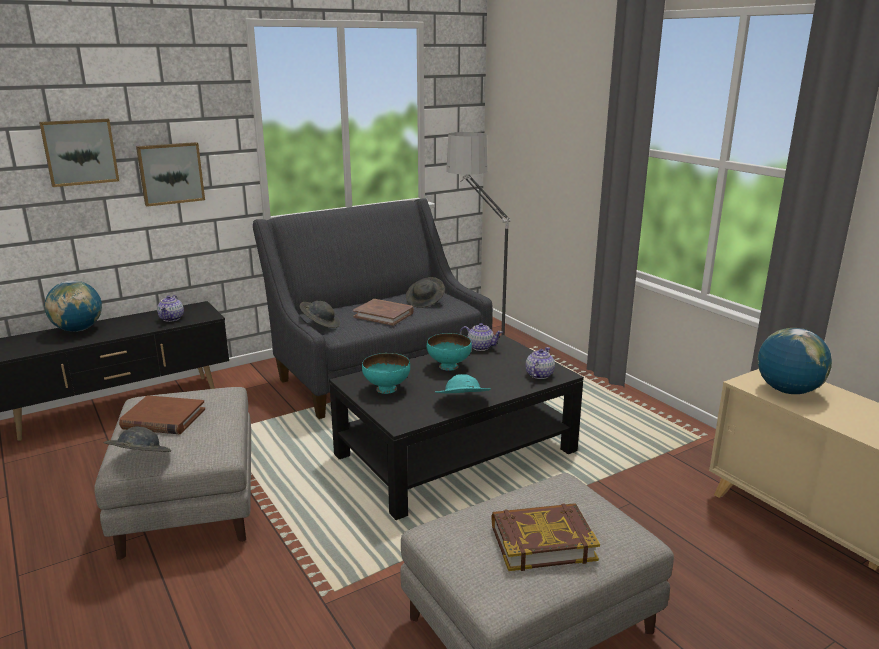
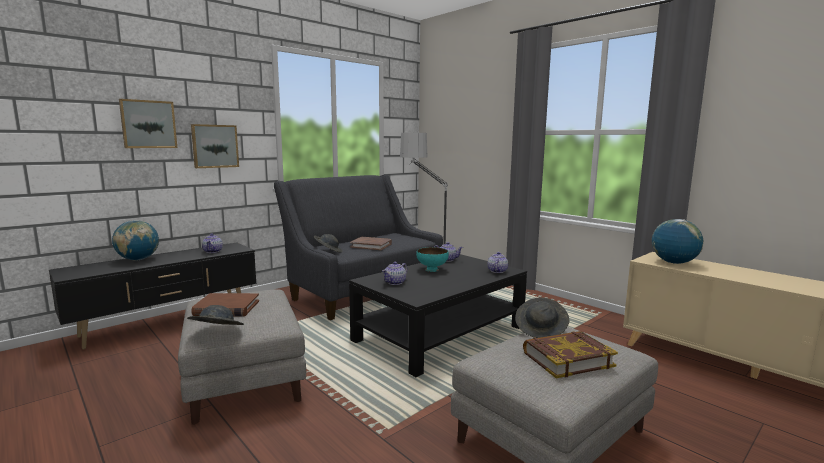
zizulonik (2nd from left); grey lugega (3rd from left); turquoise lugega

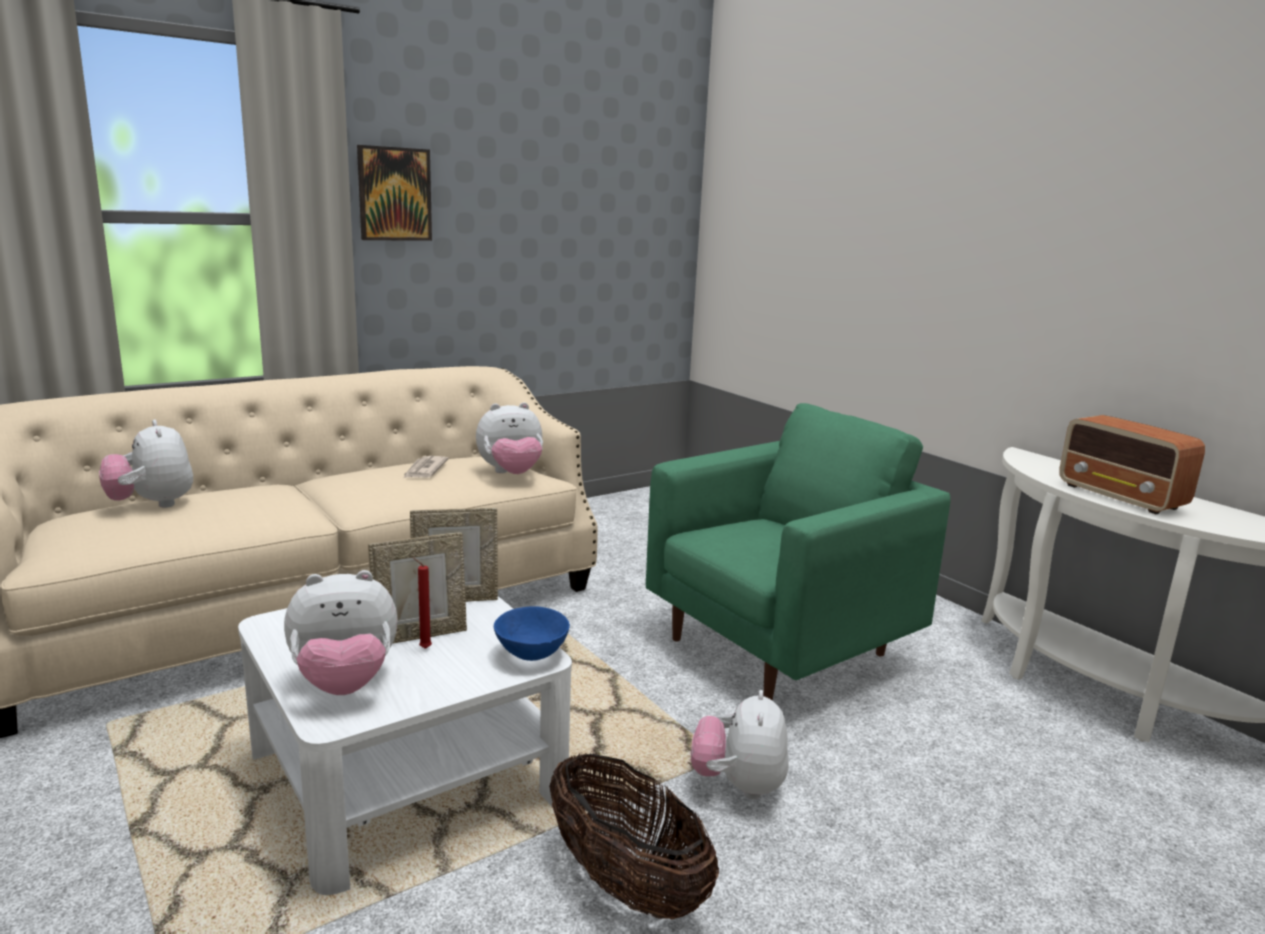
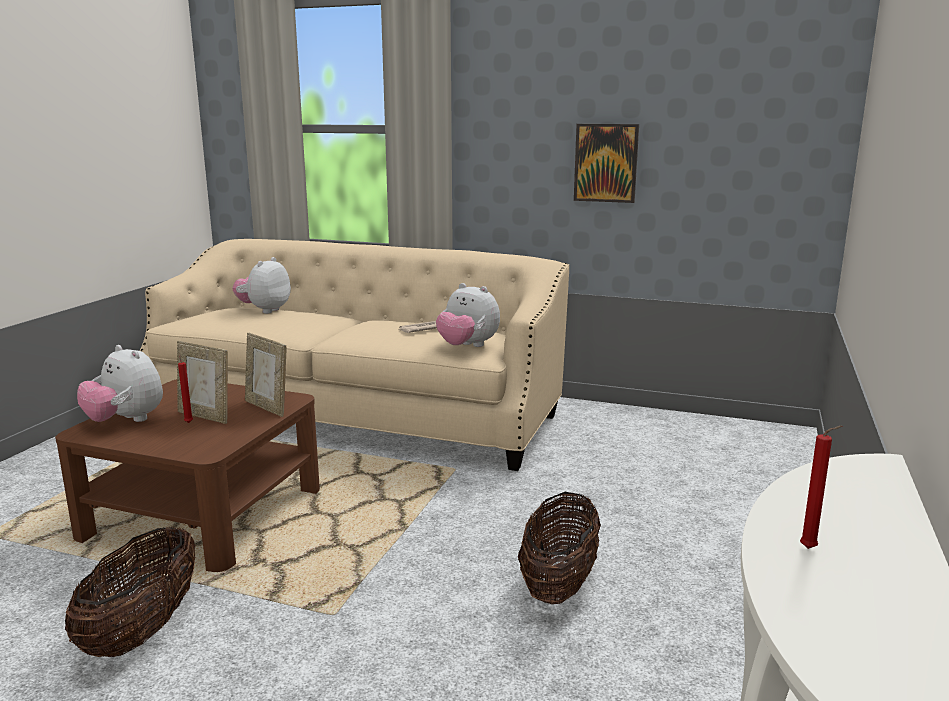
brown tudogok; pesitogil; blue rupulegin; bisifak (2nd from left); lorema (4th from left in the first image); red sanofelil (2nd from left)

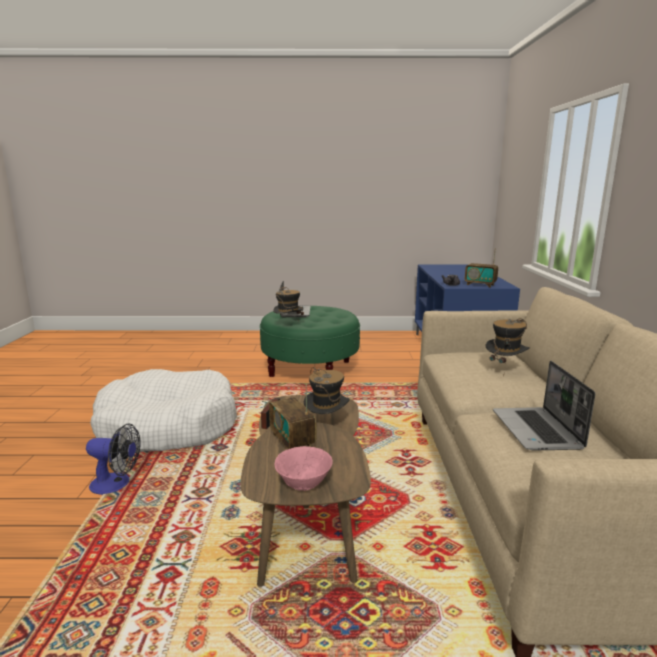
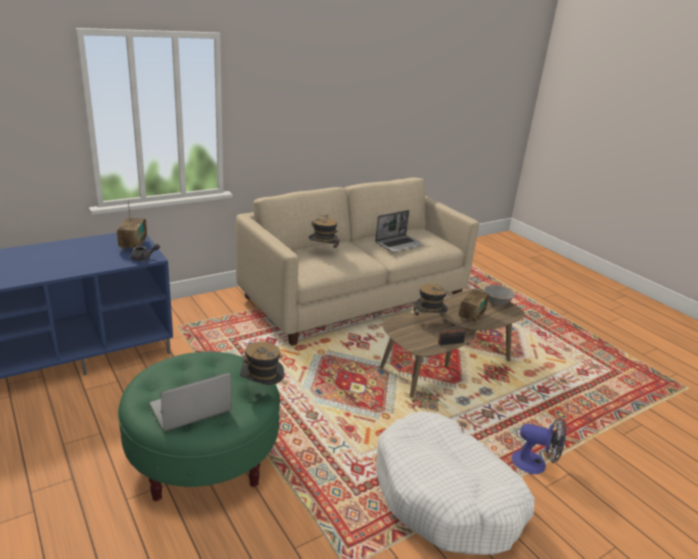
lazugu; grey rupulegin

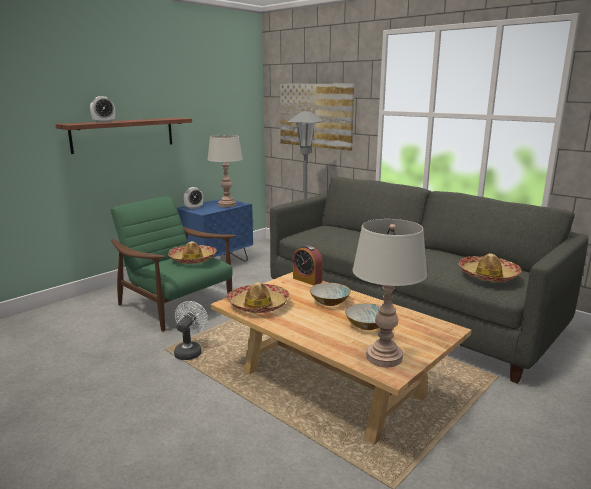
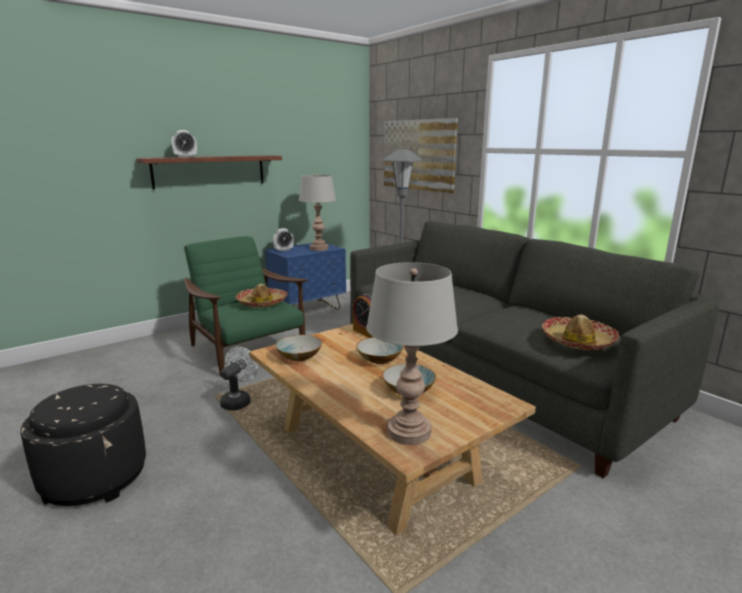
rupulegin (1st from left); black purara

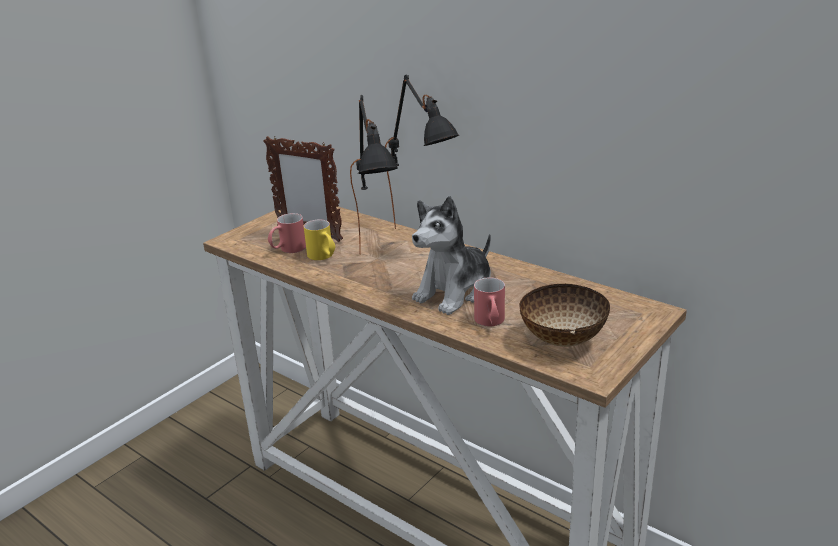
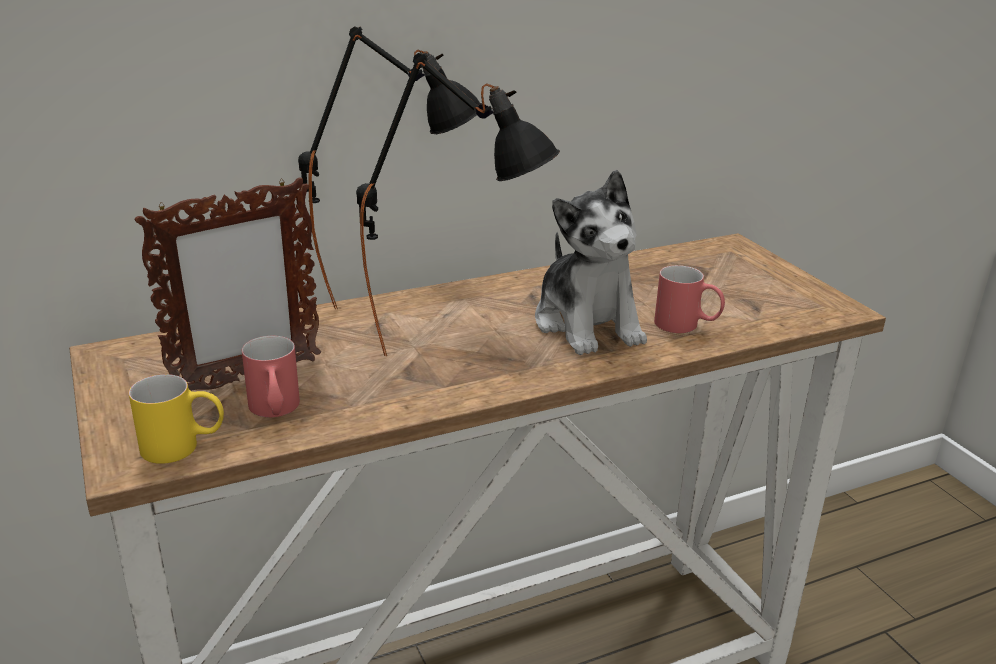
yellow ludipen; rupulegin

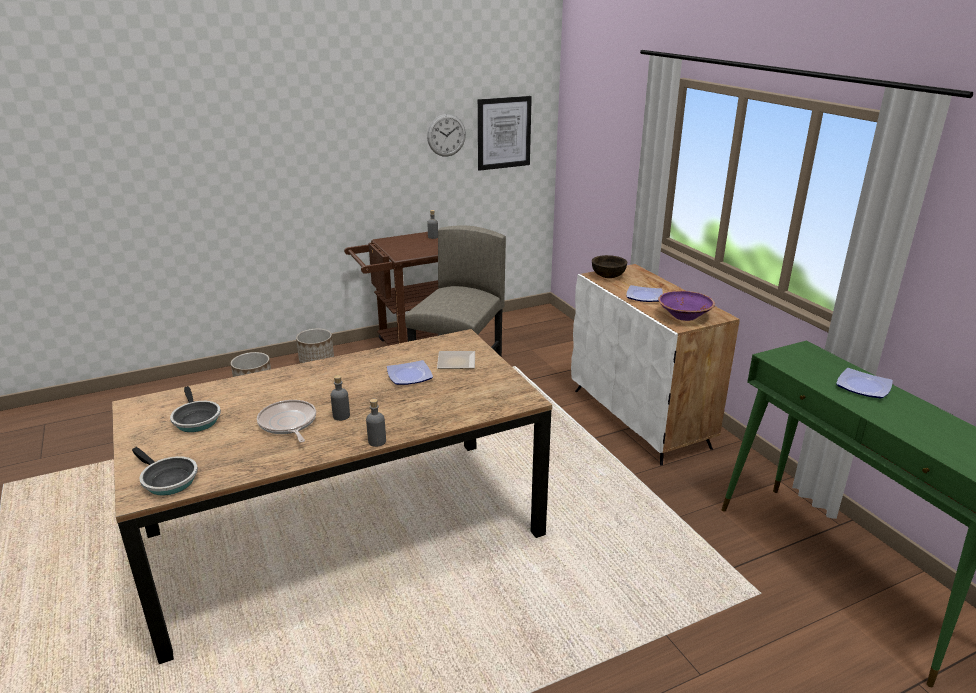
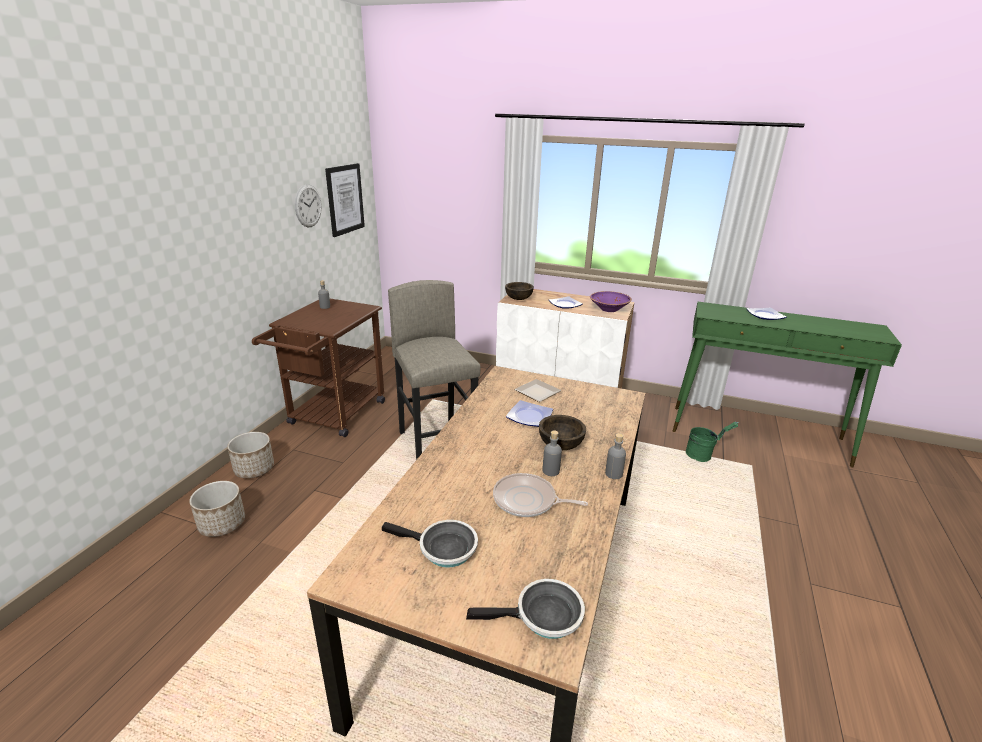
brown rupulegin (2nd from left); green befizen

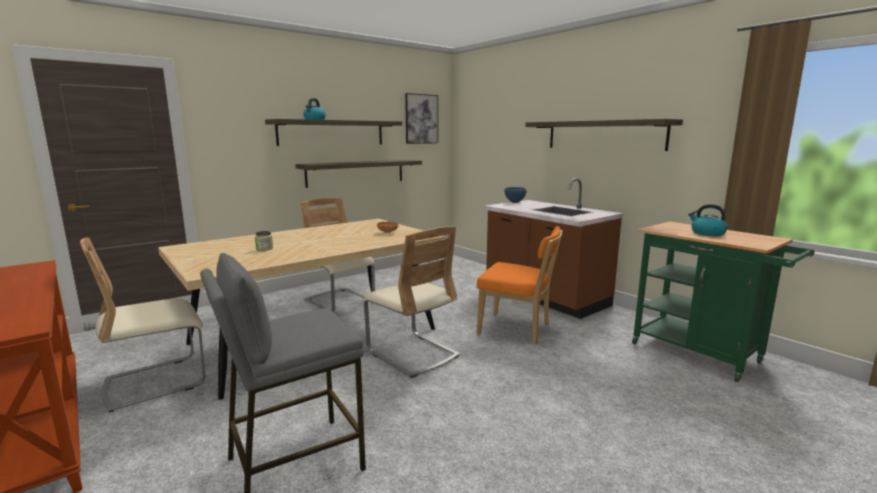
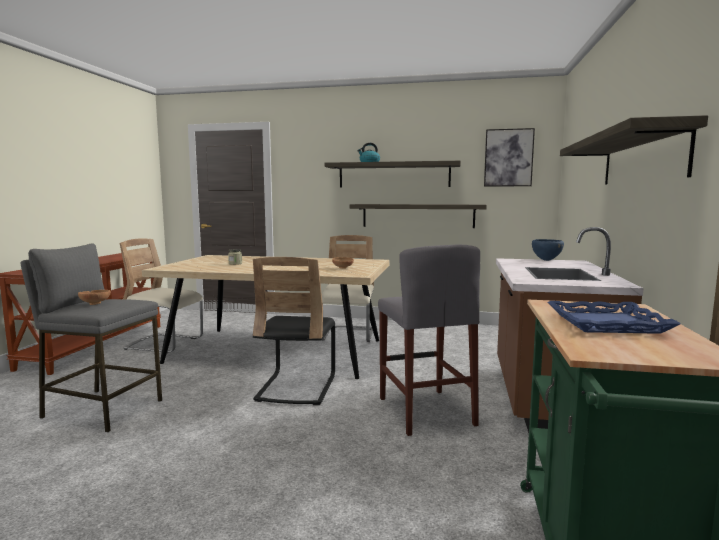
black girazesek; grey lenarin (2nd from left); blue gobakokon; brown rupulegin (1st from left)

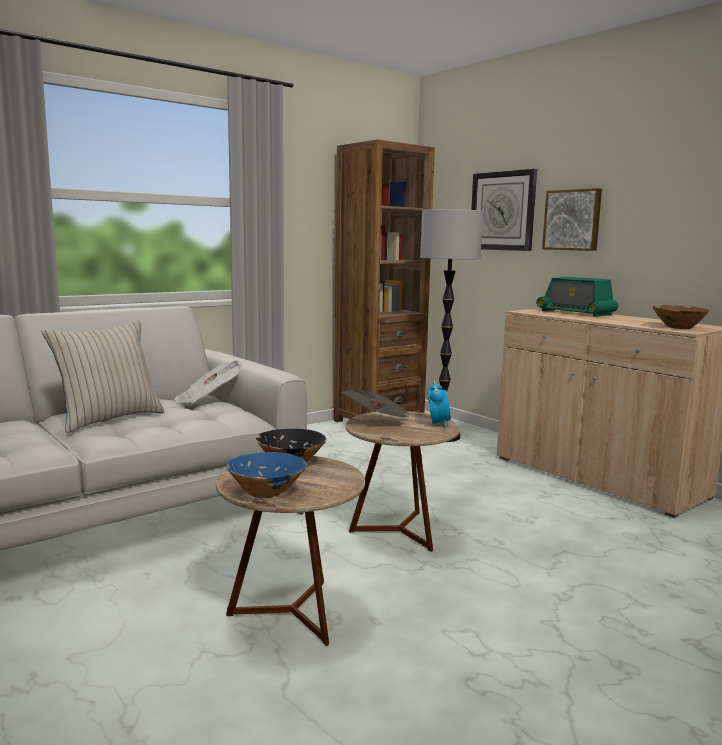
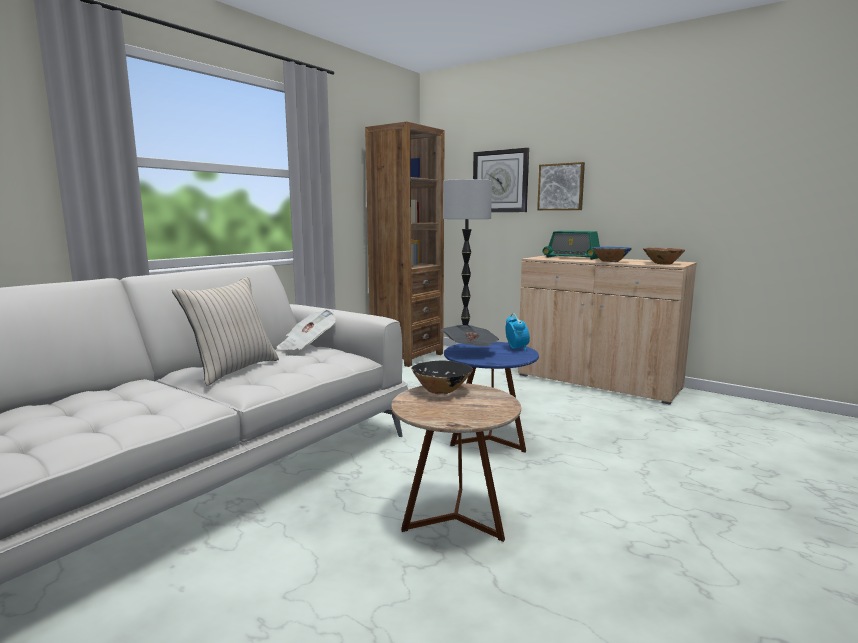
blue rupulegin; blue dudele

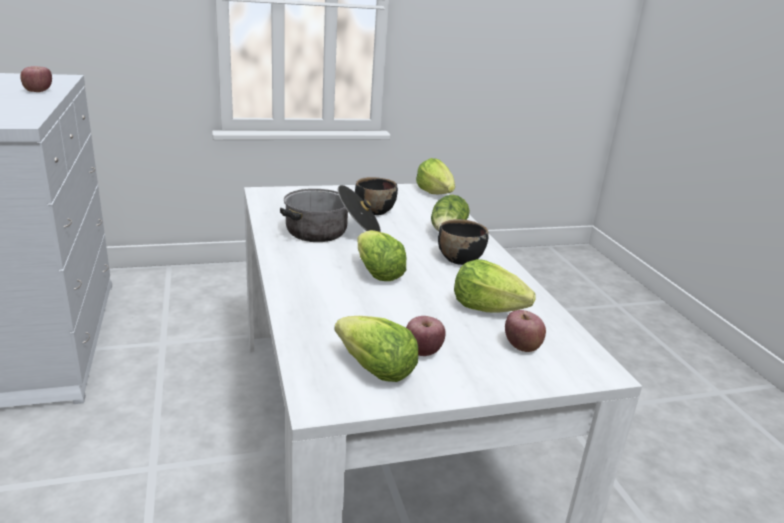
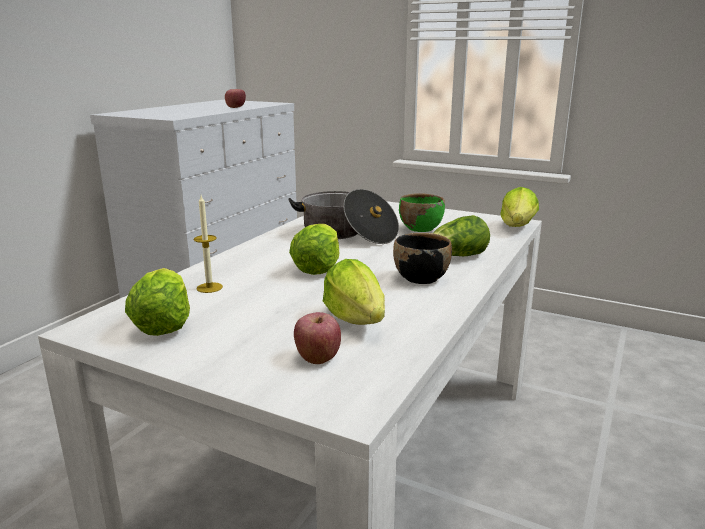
green rupulegin; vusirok (2nd from left in the first image); sanofelil

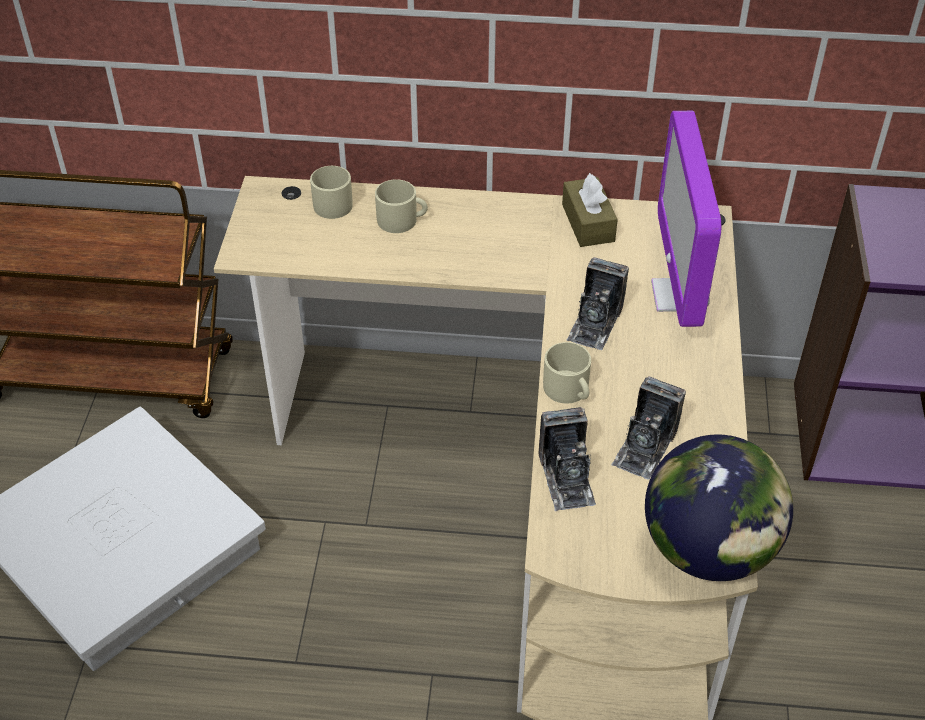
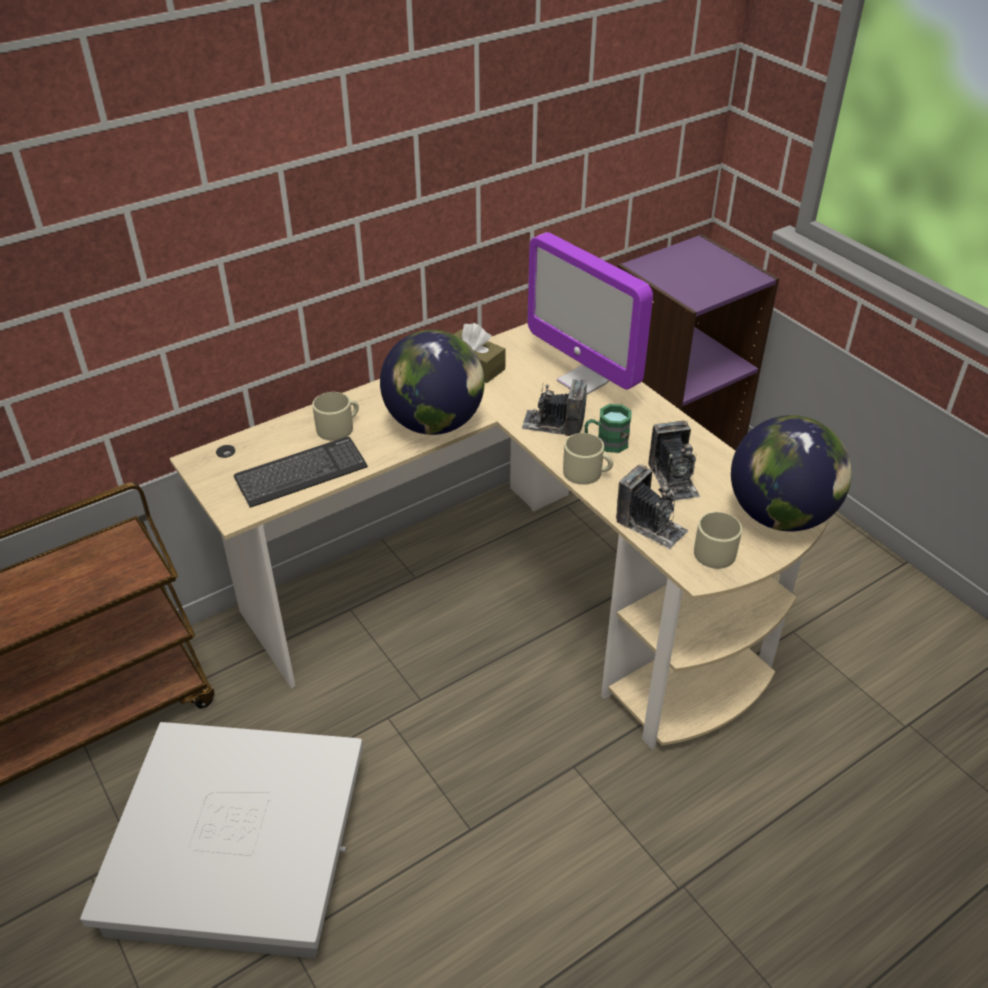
beige ludipen (3rd from left); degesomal (1st from left); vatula; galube (1st from left); green ludipen

